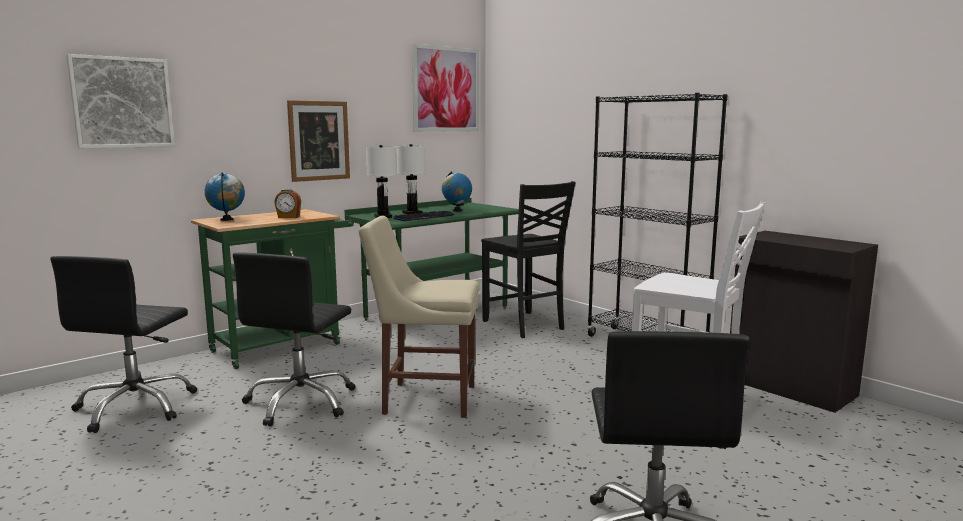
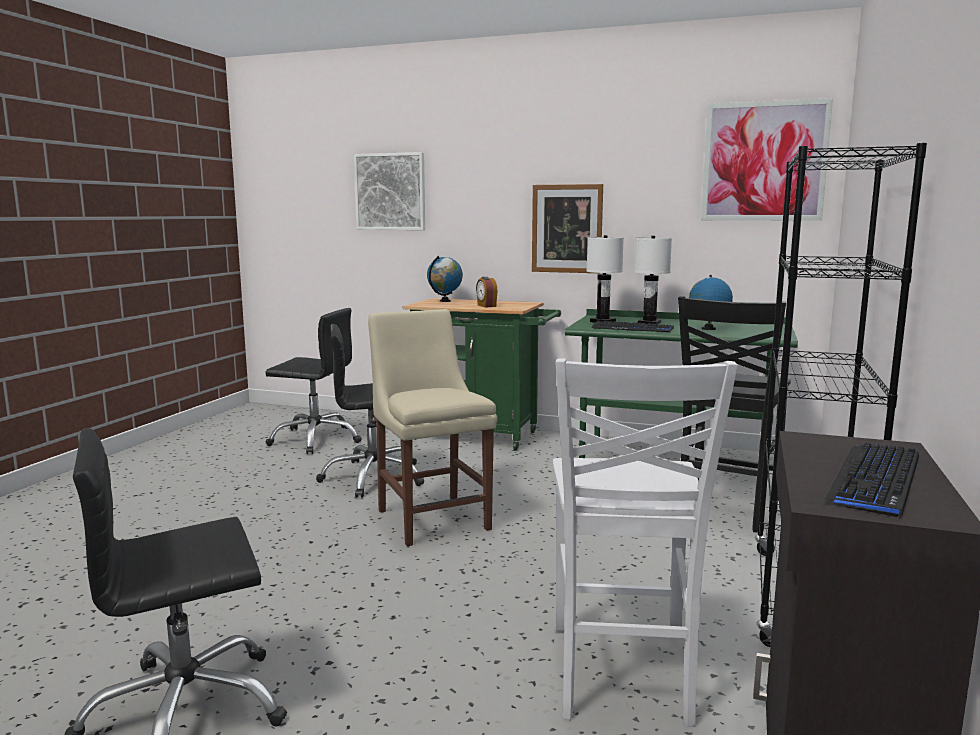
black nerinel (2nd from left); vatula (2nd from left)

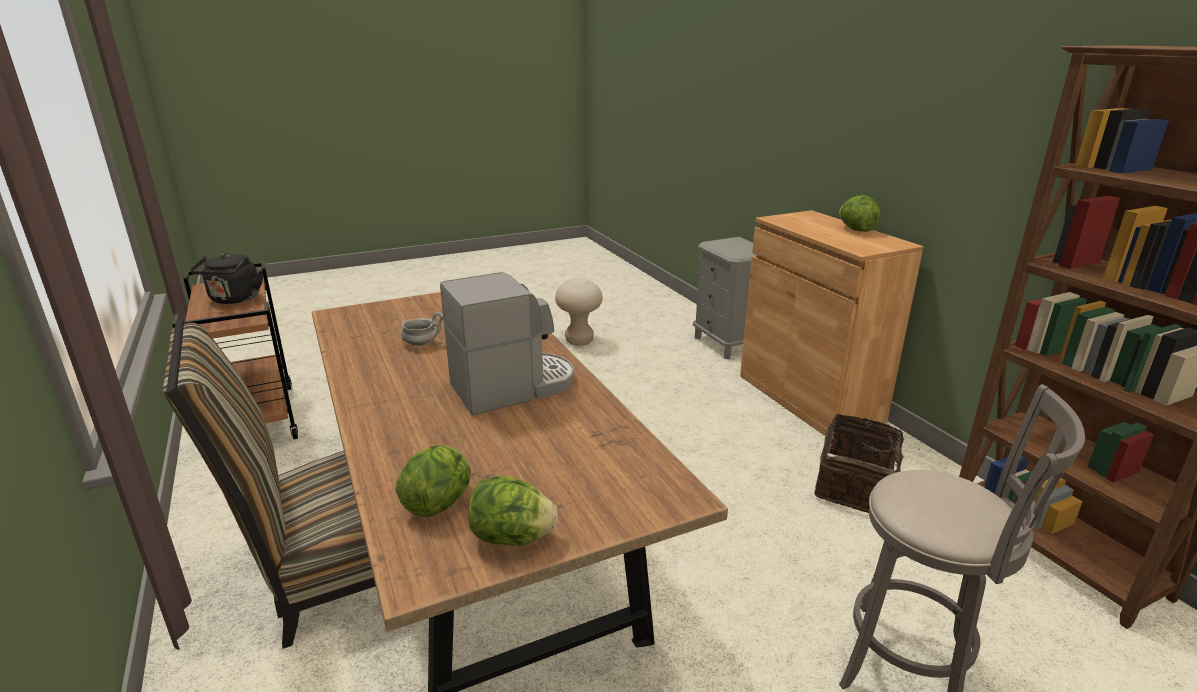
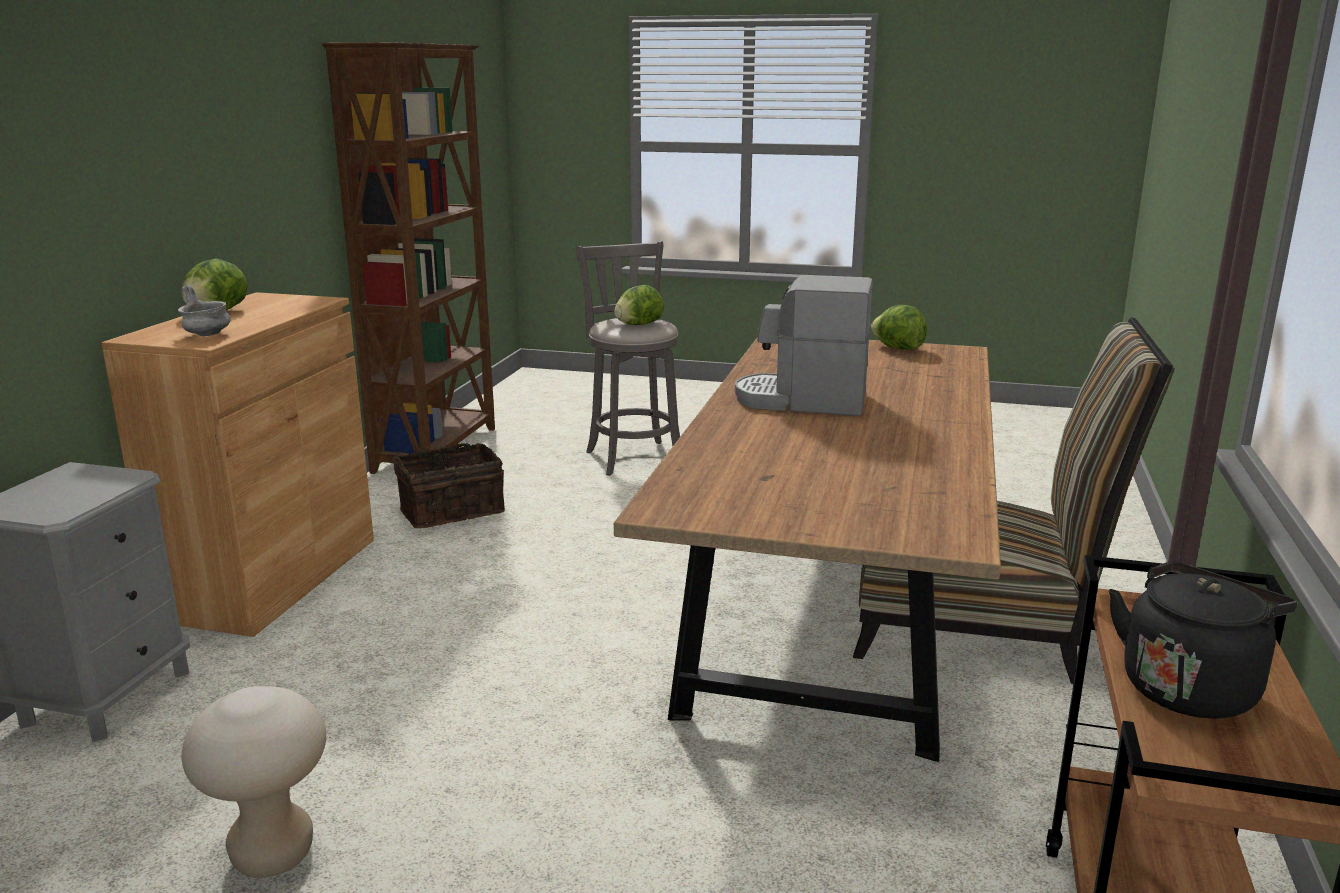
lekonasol (2nd from left); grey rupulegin

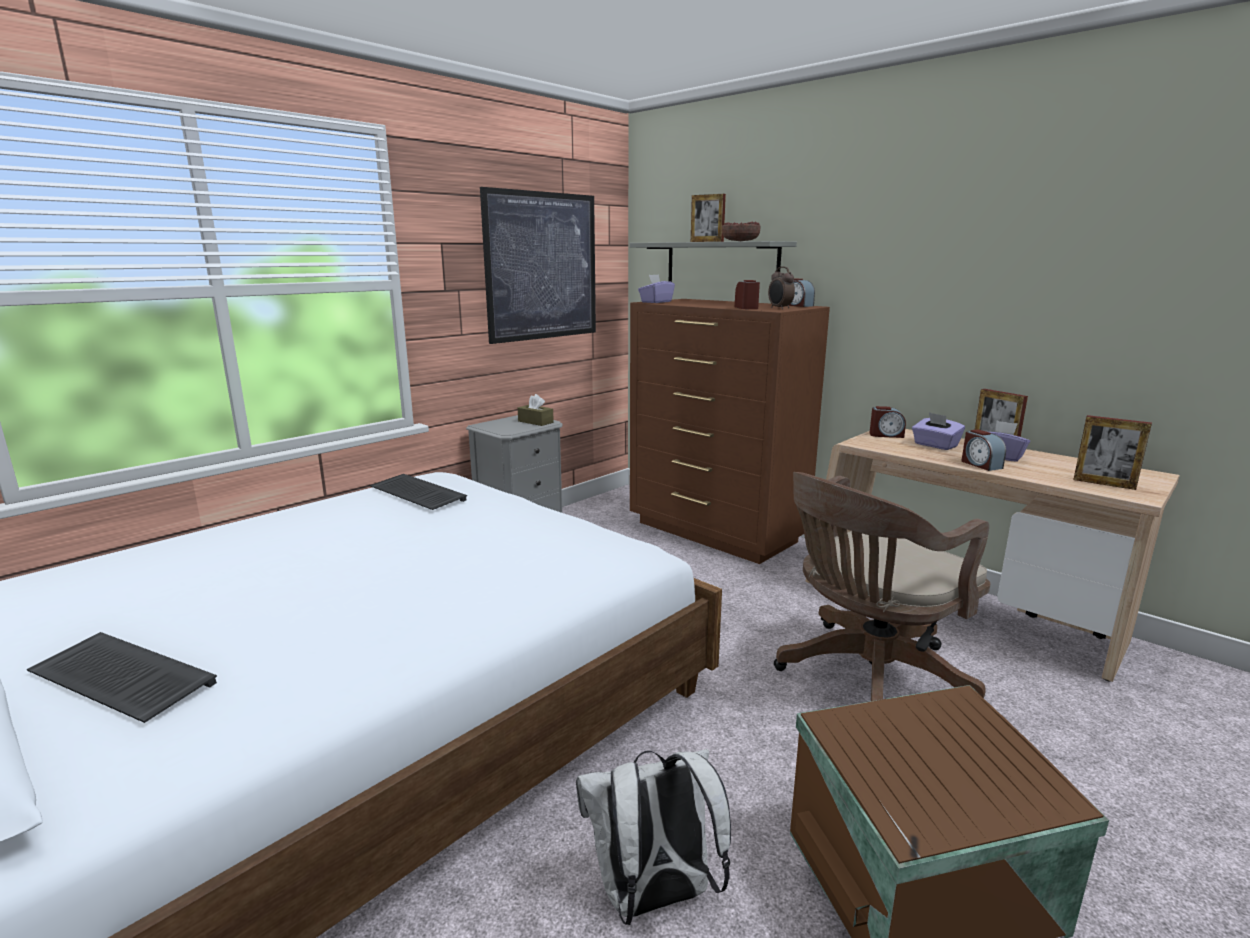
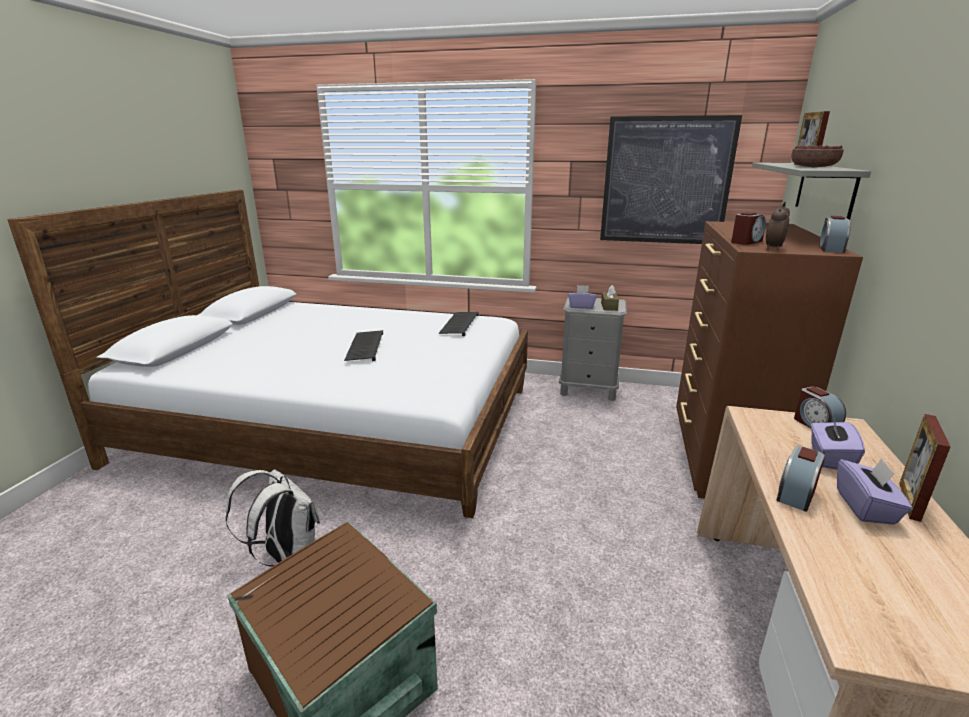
vatula (1st from left); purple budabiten (1st from left); brown nerinel; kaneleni (3rd from left in the first image)

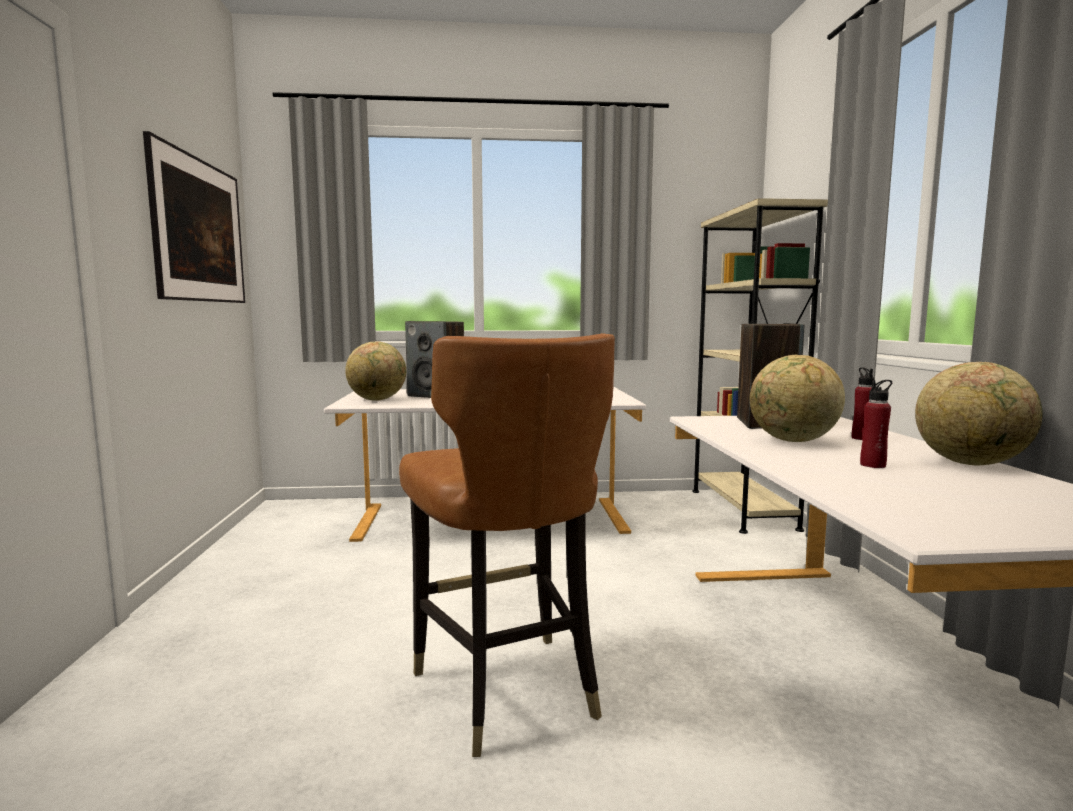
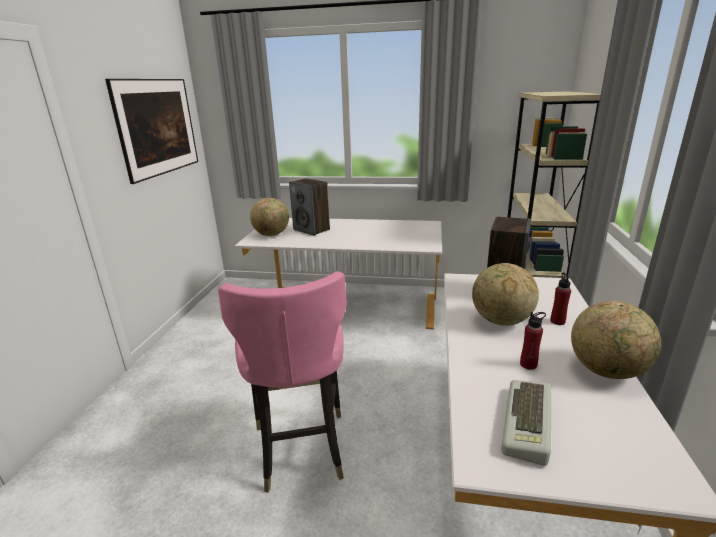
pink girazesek; vatula

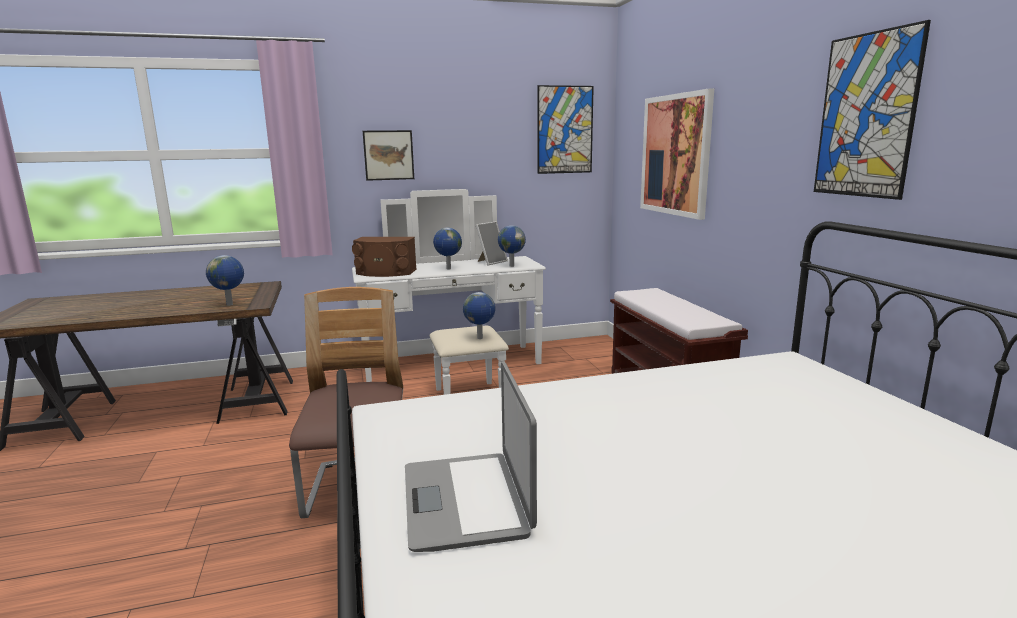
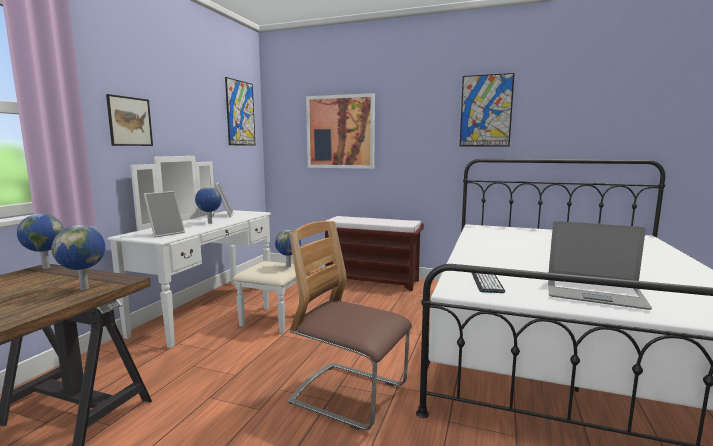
kaneleni (1st from left); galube (1st from left); vatula

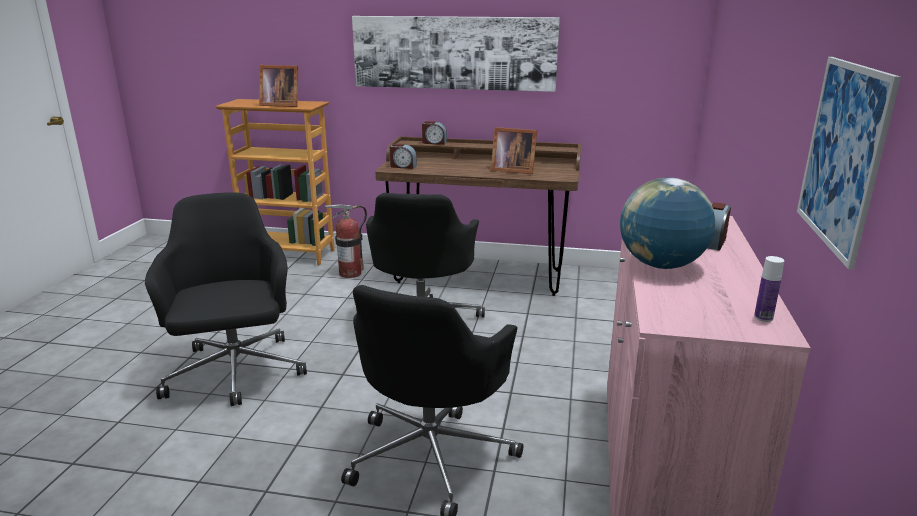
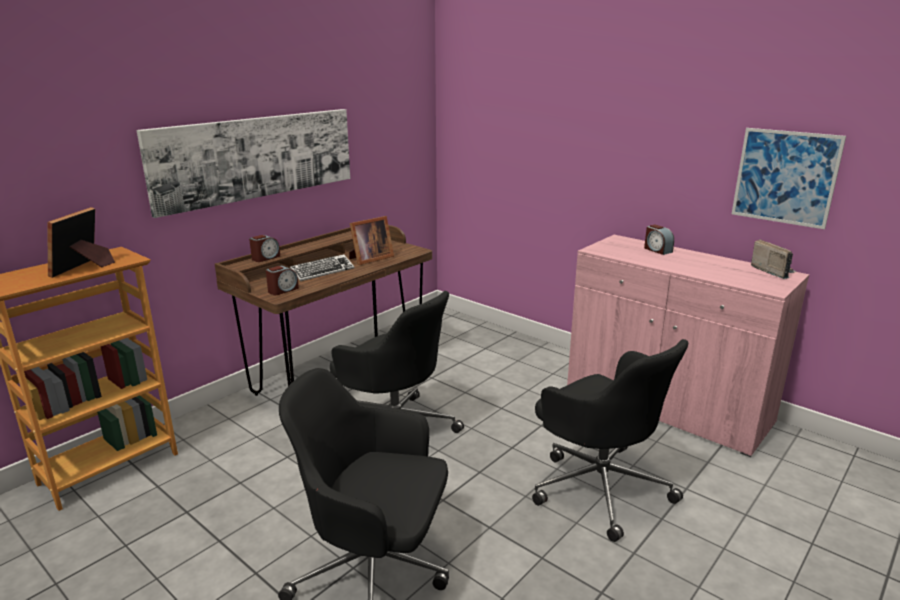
kaneleni (1st from left); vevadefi; galube; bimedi; vatula

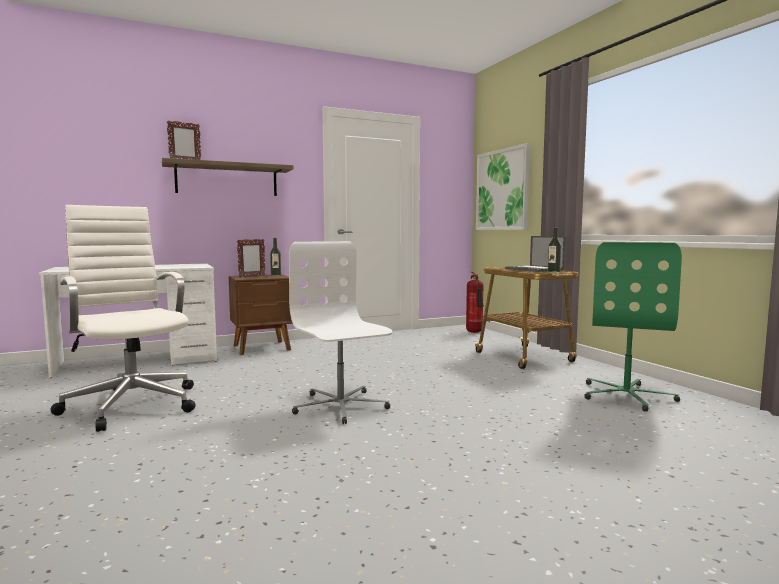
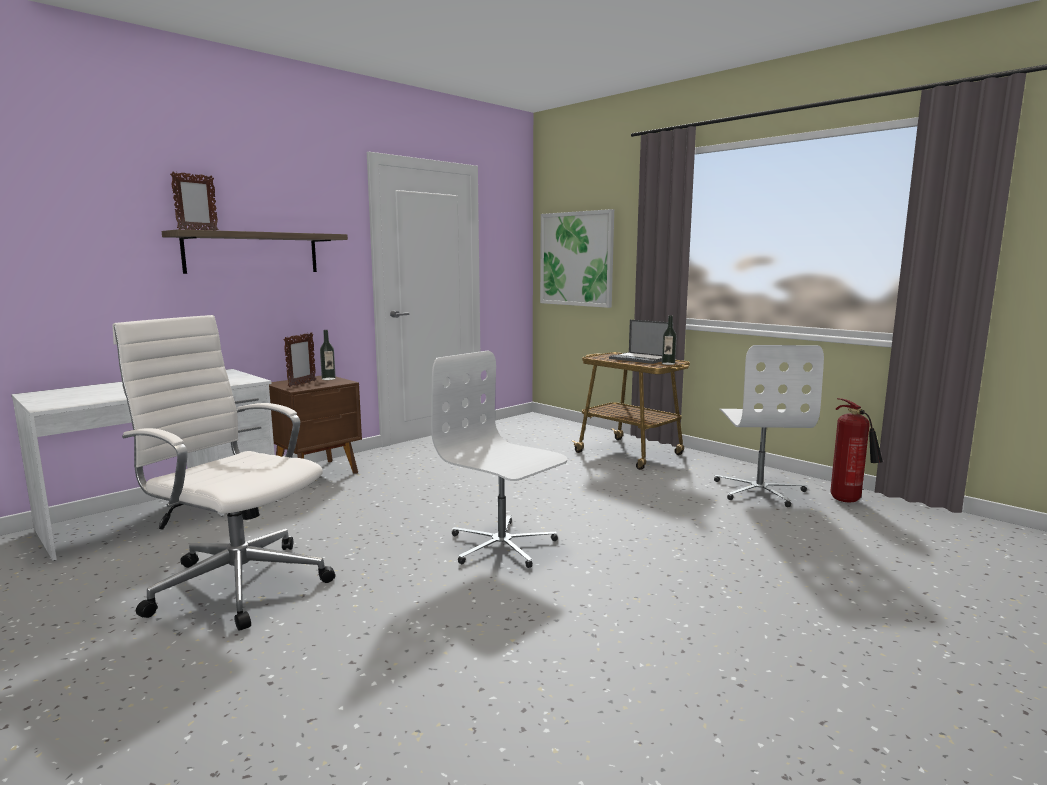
vevadefi; white nerinel (3rd from left)

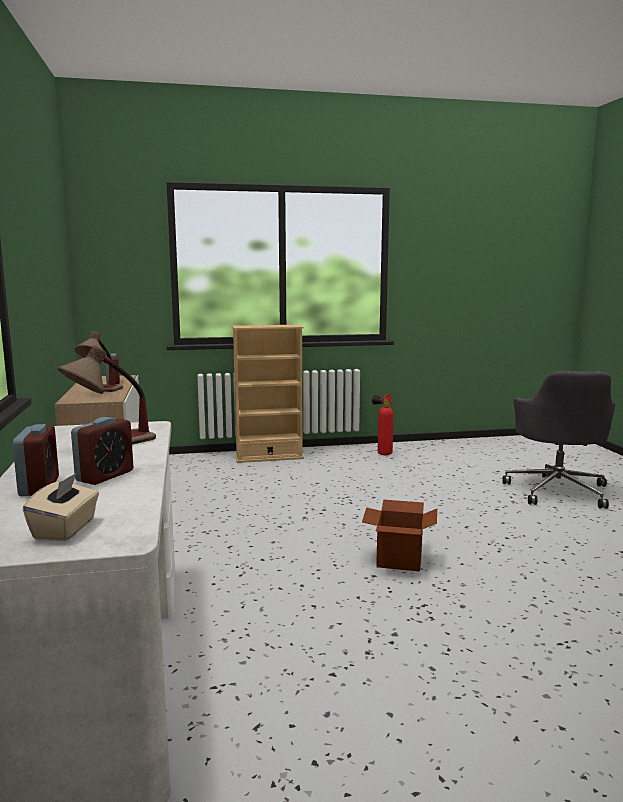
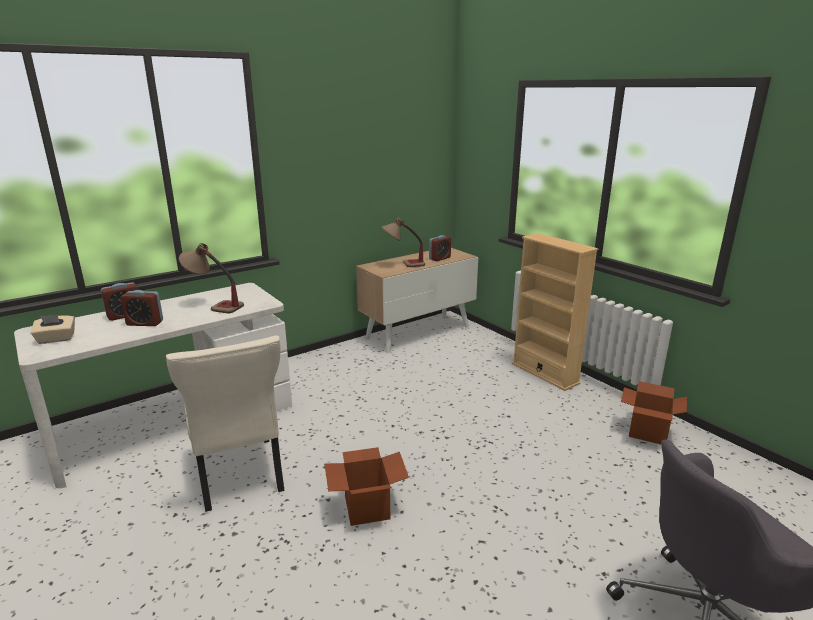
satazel (2nd from left); beige girazesek

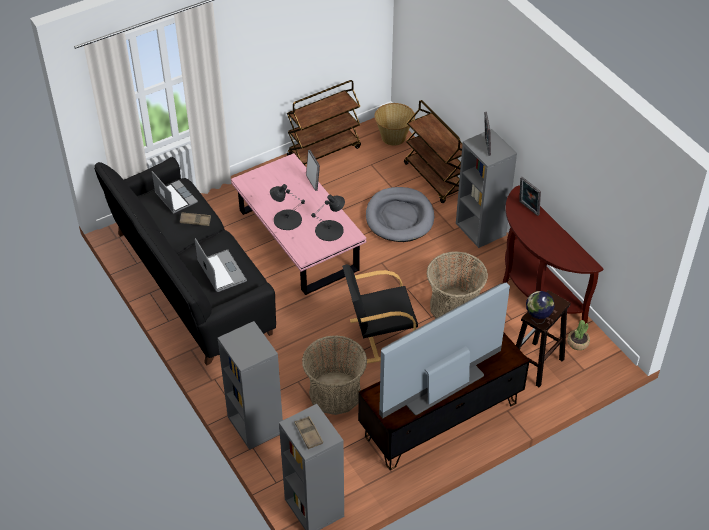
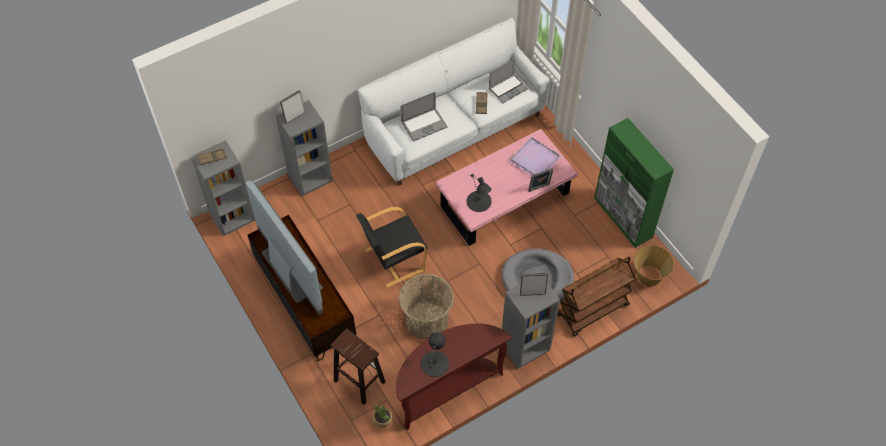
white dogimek; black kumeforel (1st from left); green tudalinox; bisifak (1st from left in the first image); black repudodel; kaneleni (1st from left); galube; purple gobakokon

